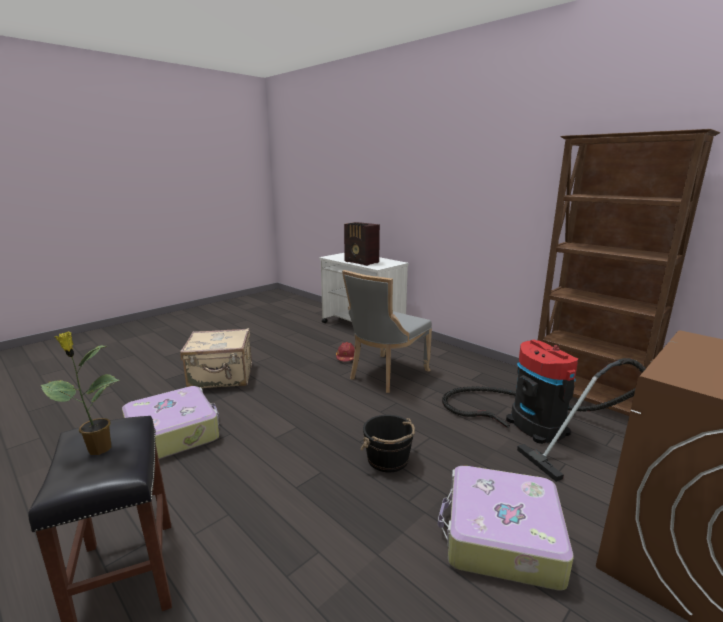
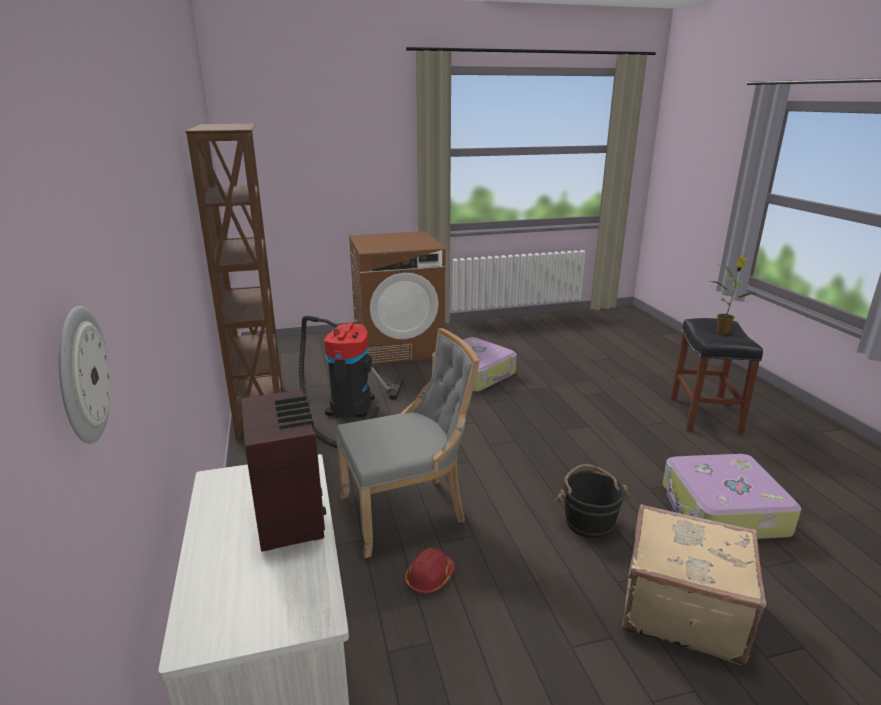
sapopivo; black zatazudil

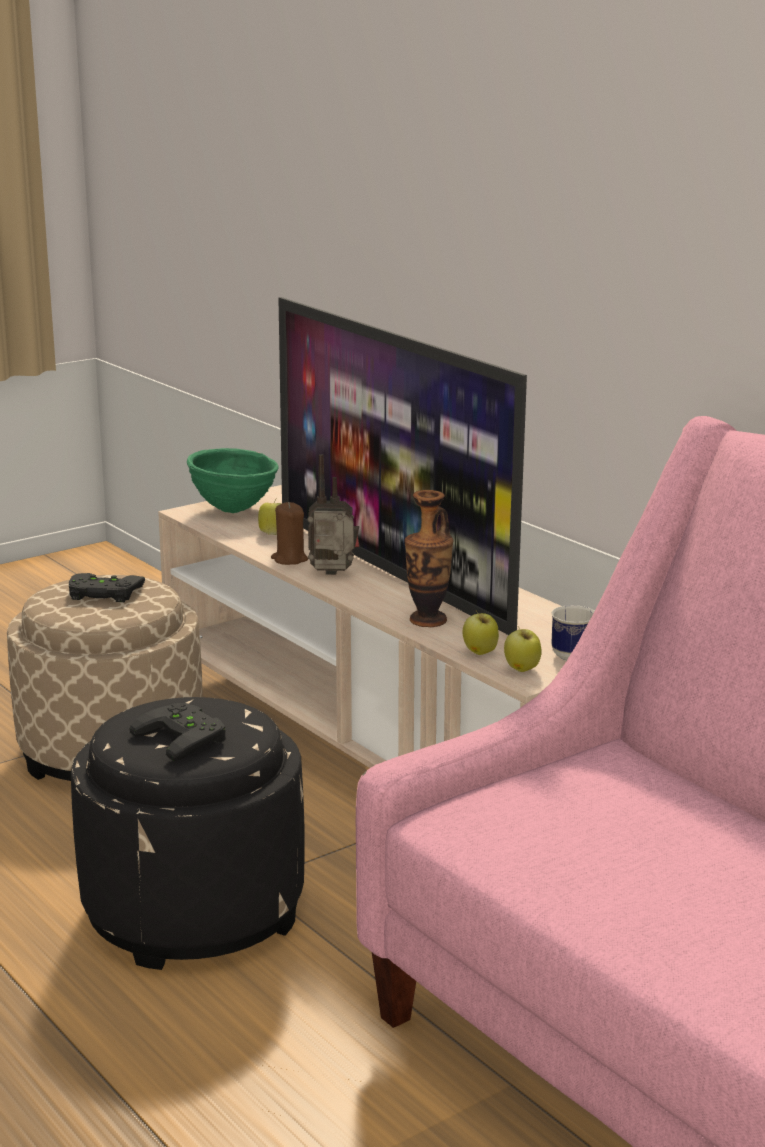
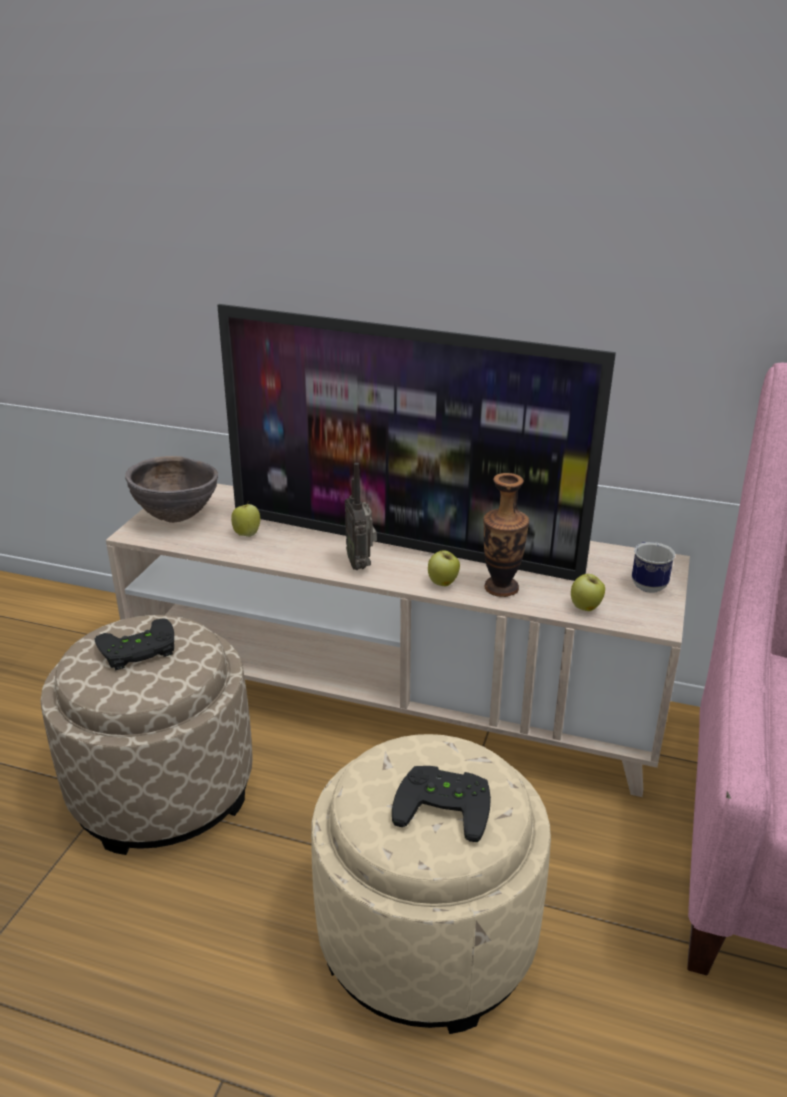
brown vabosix; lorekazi (no. 2 from left); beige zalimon (no. 2 from left); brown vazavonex; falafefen

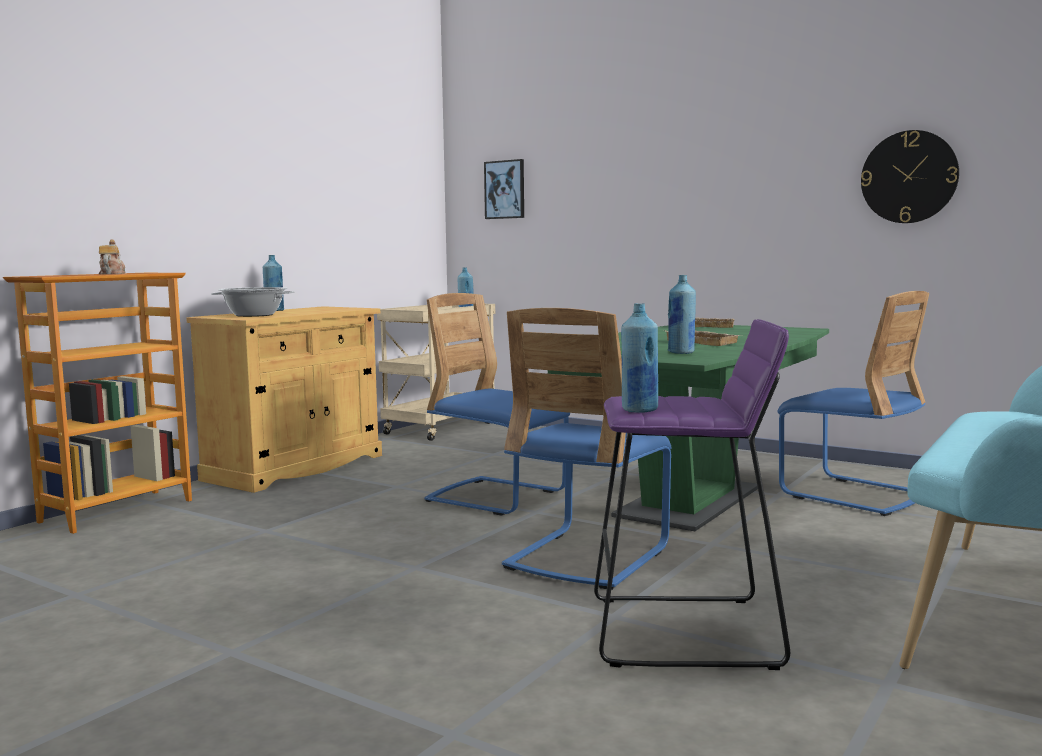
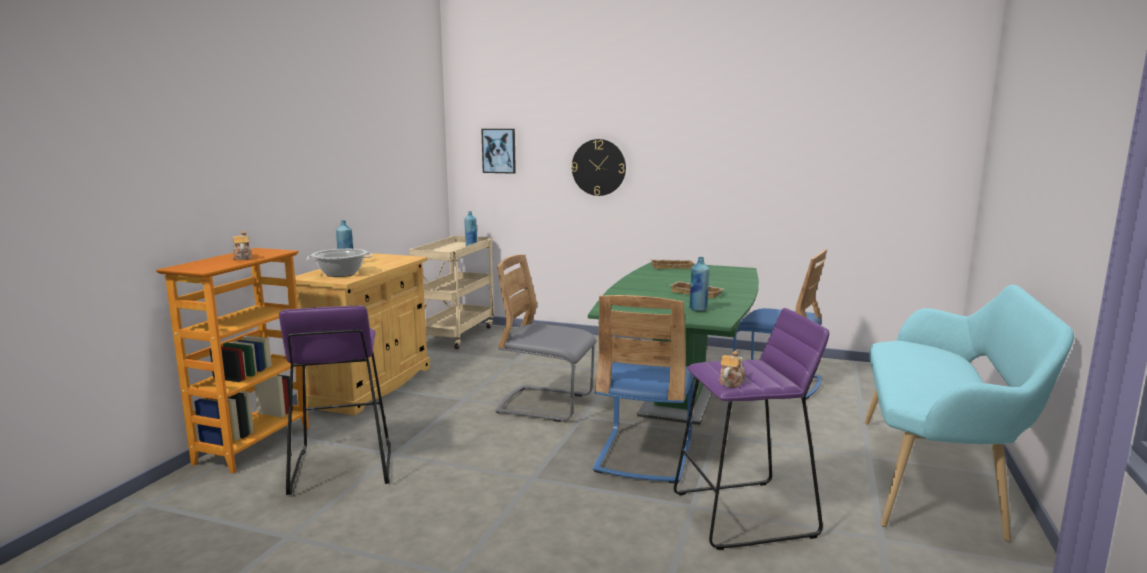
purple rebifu (no. 1 from left); sapopivo; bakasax (no. 2 from left); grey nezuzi

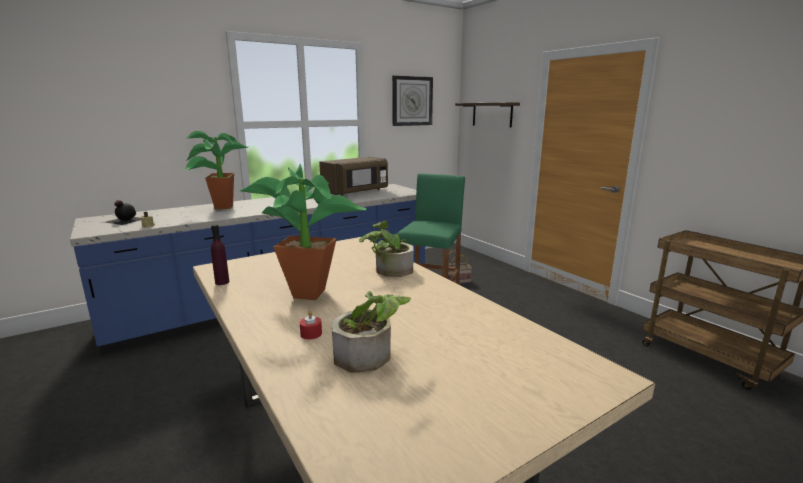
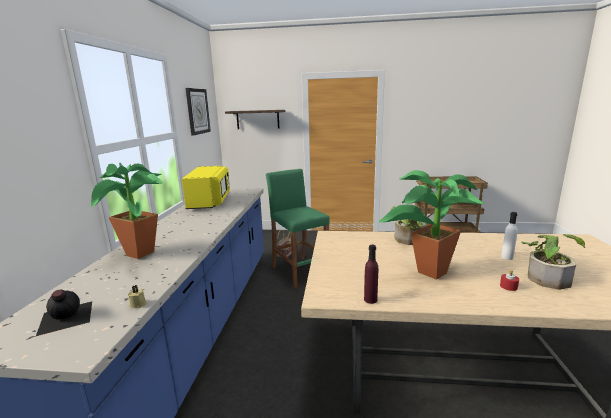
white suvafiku; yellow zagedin

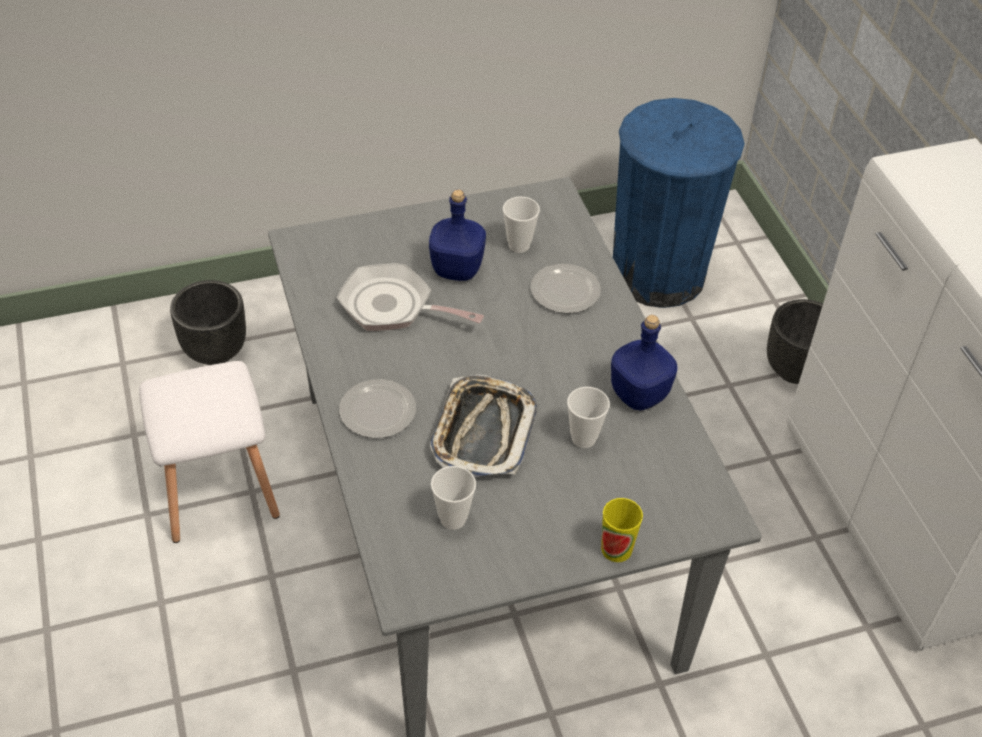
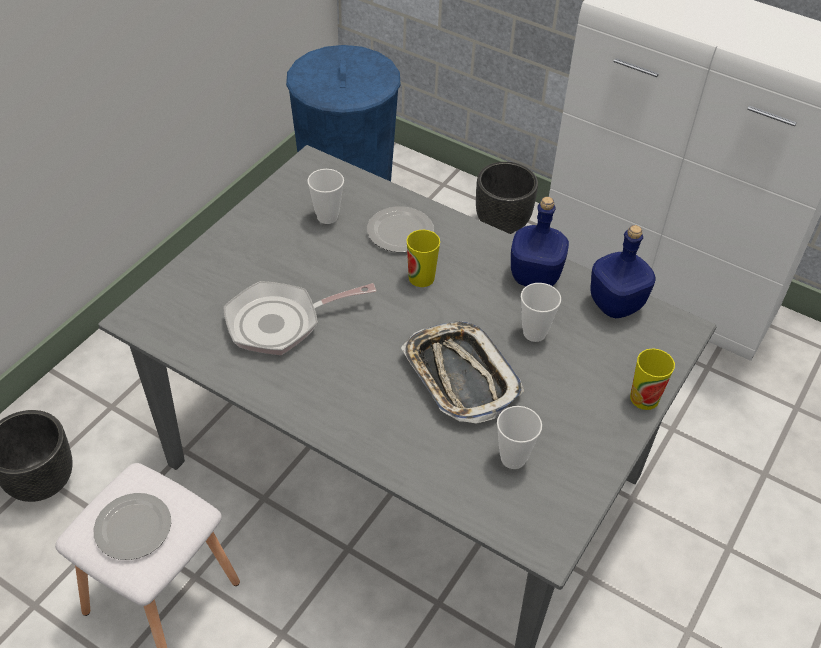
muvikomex (no. 2 from left); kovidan (no. 1 from left); blue suvafiku (no. 2 from left)

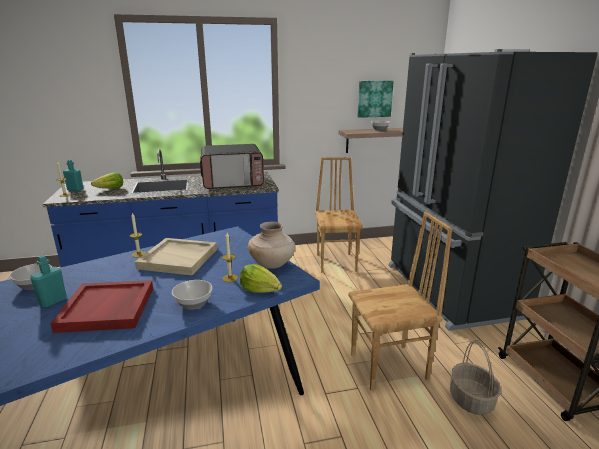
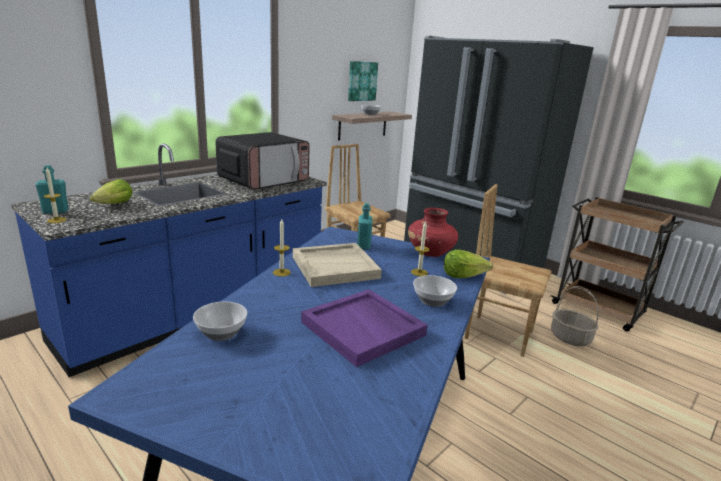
turquoise suvafiku (no. 2 from left); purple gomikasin; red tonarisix; brown nezuzi (no. 2 from left)

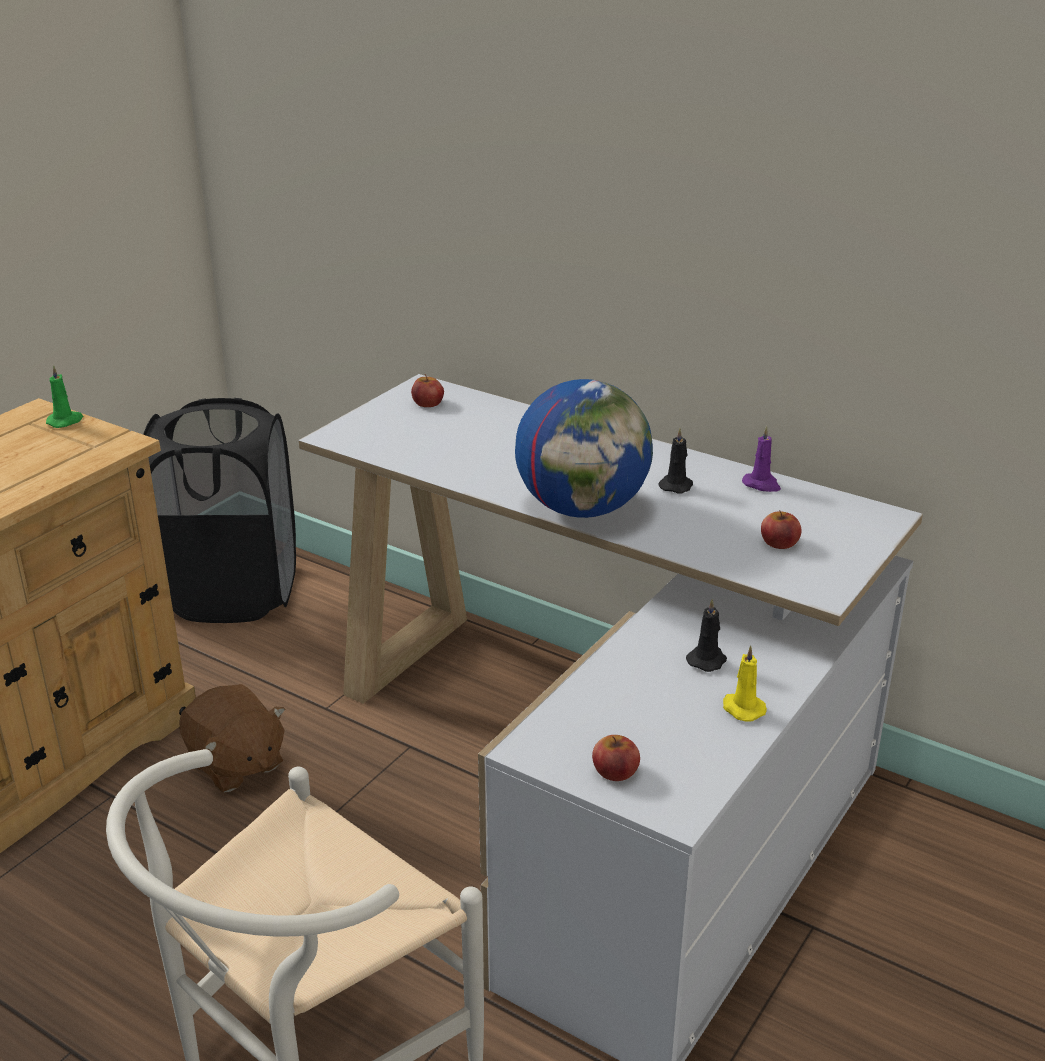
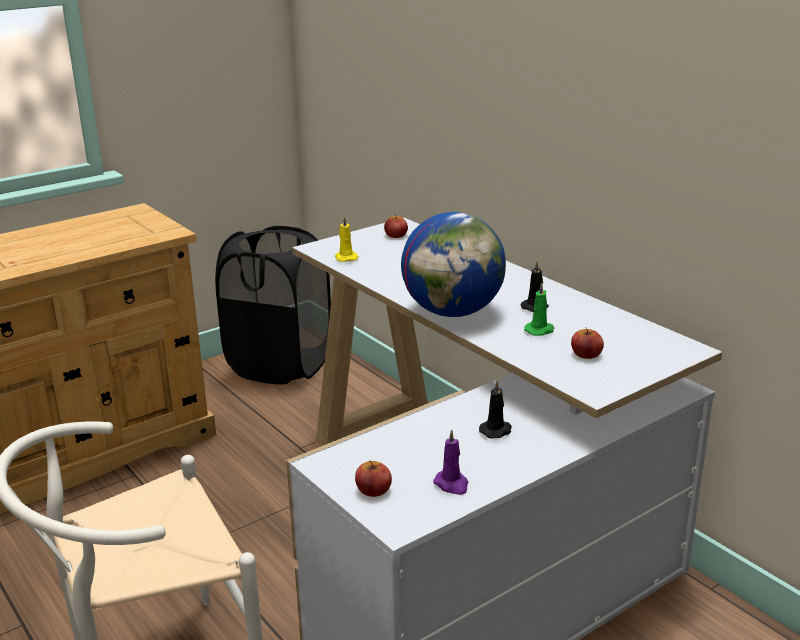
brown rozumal; green vabosix; yellow vabosix; purple vabosix

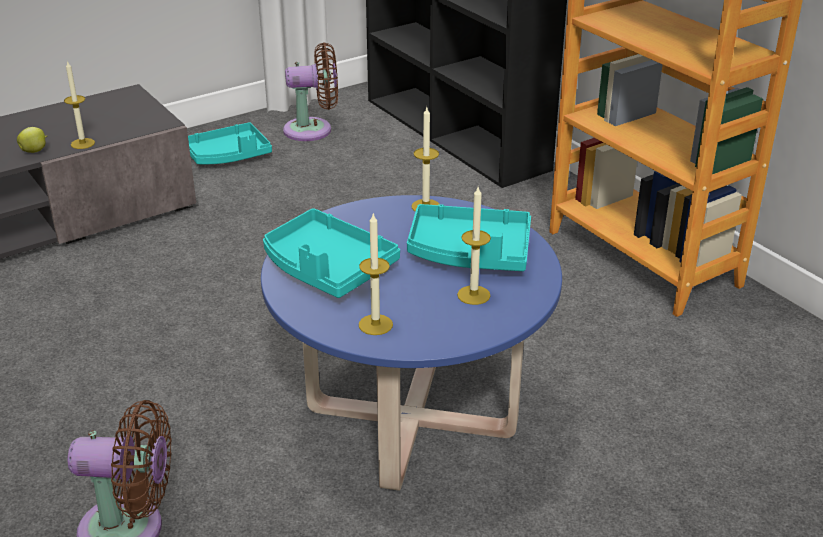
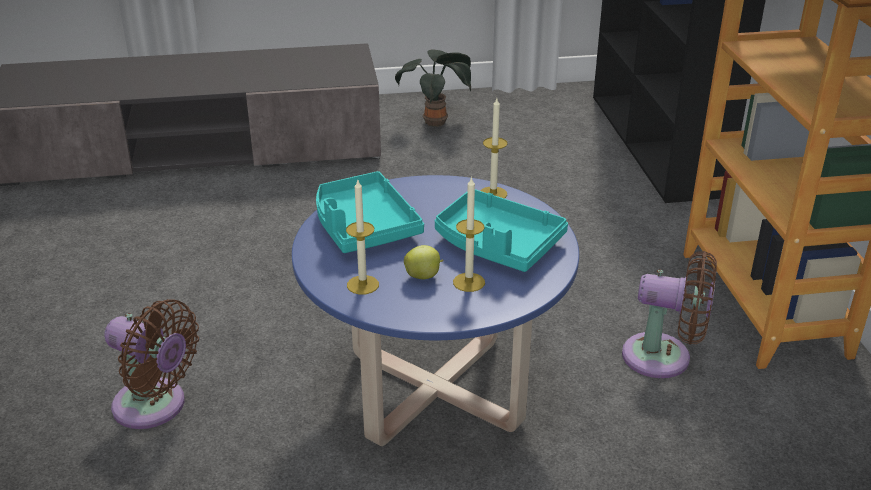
vabosix (no. 1 from left in the first image); lorekazi; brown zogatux (no. 2 from left); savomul

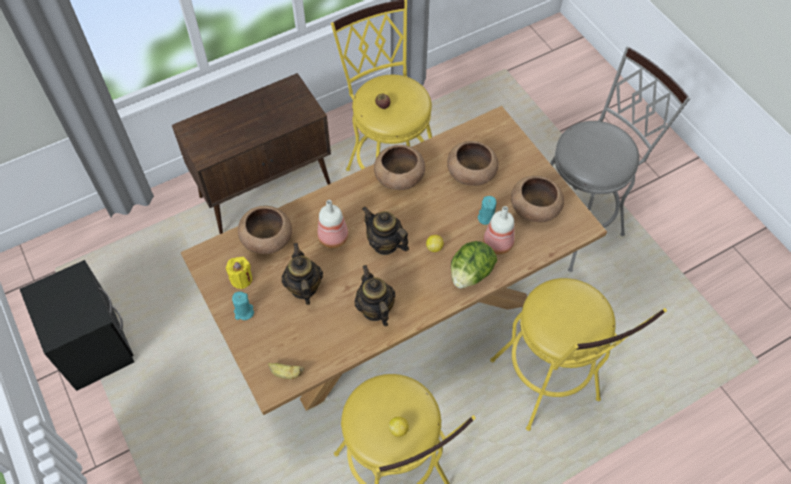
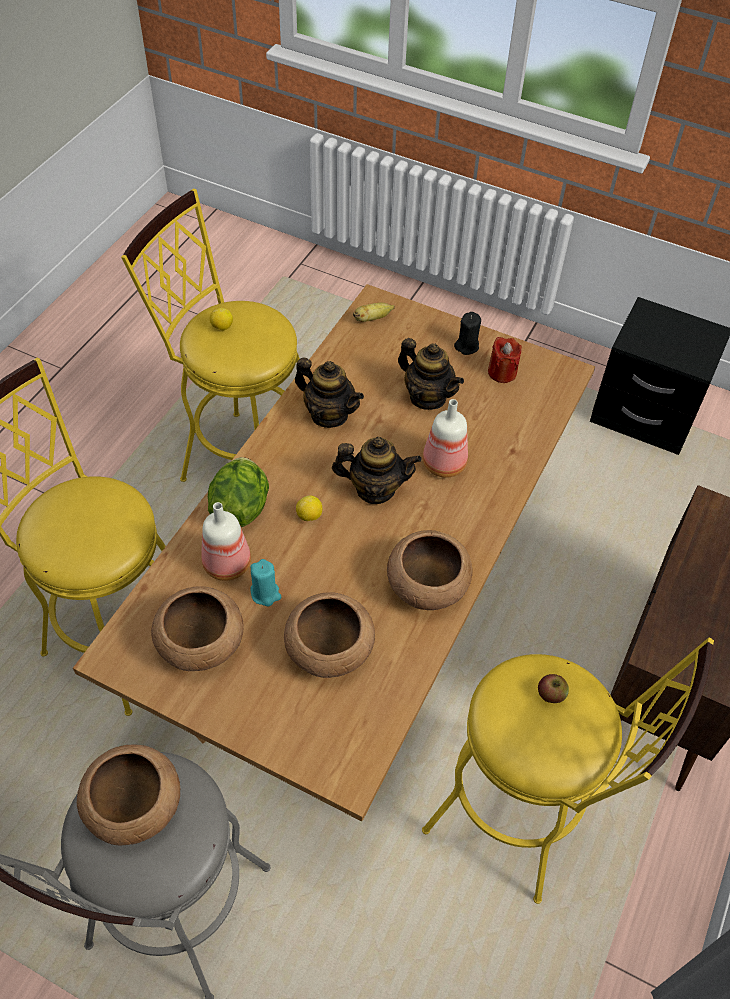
brown vazavonex (no. 1 from left); red vabosix; black vabosix

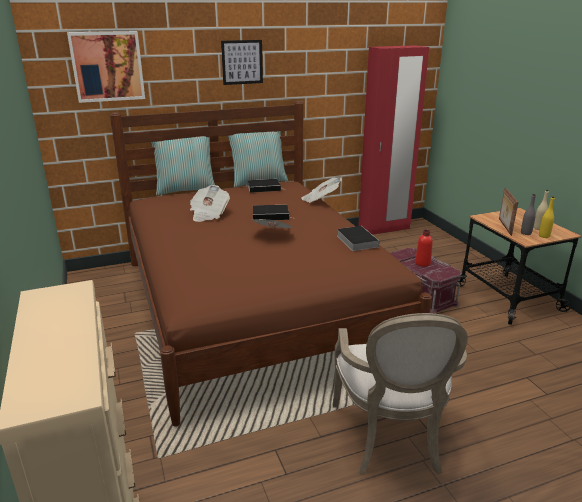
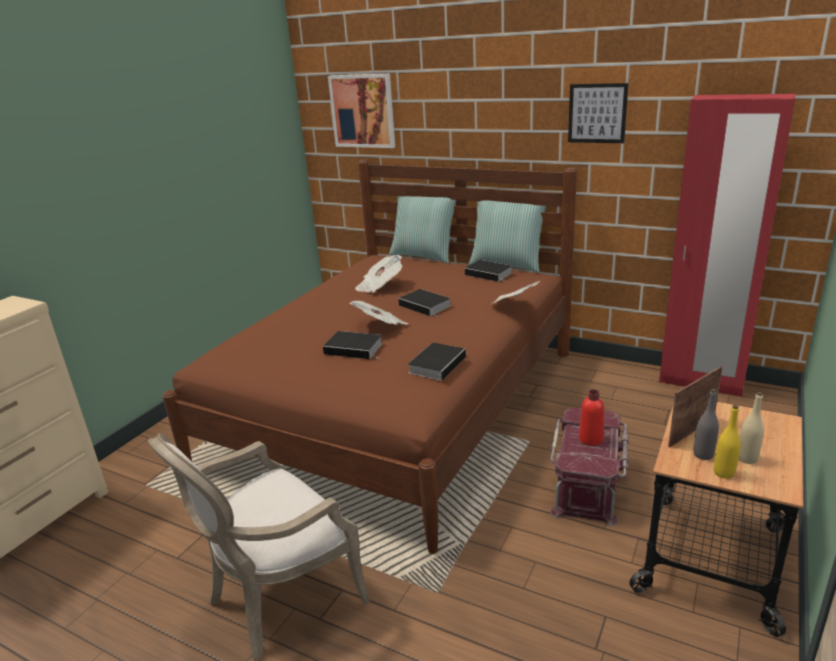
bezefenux (no. 1 from left); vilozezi (no. 2 from left)

